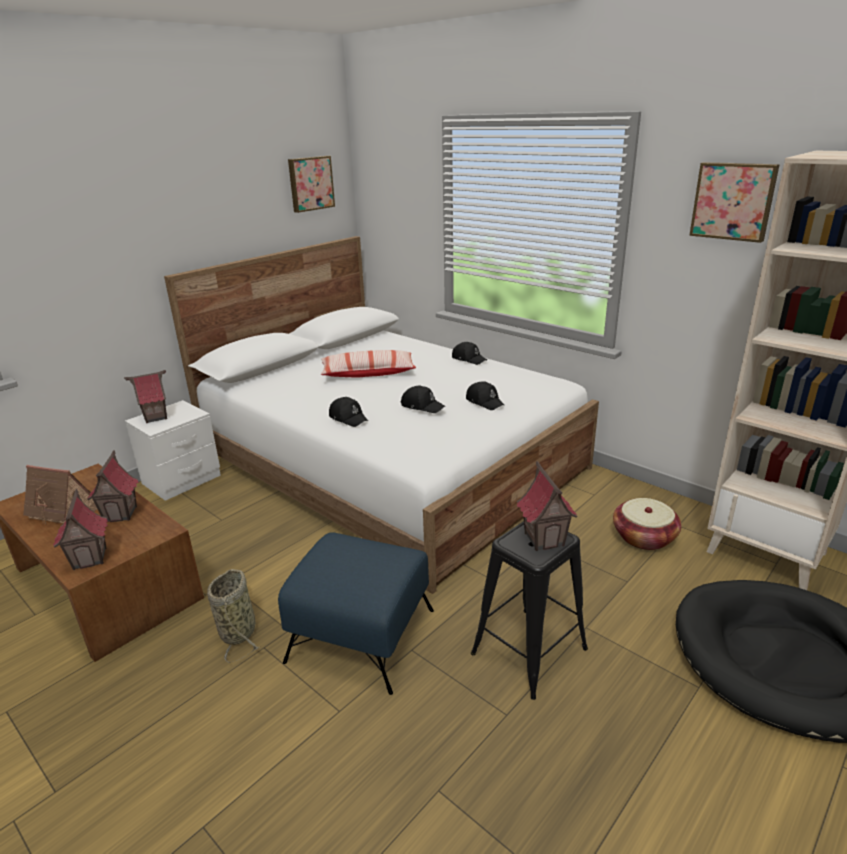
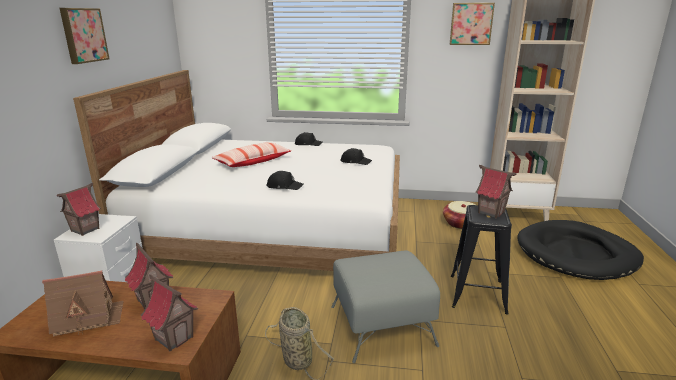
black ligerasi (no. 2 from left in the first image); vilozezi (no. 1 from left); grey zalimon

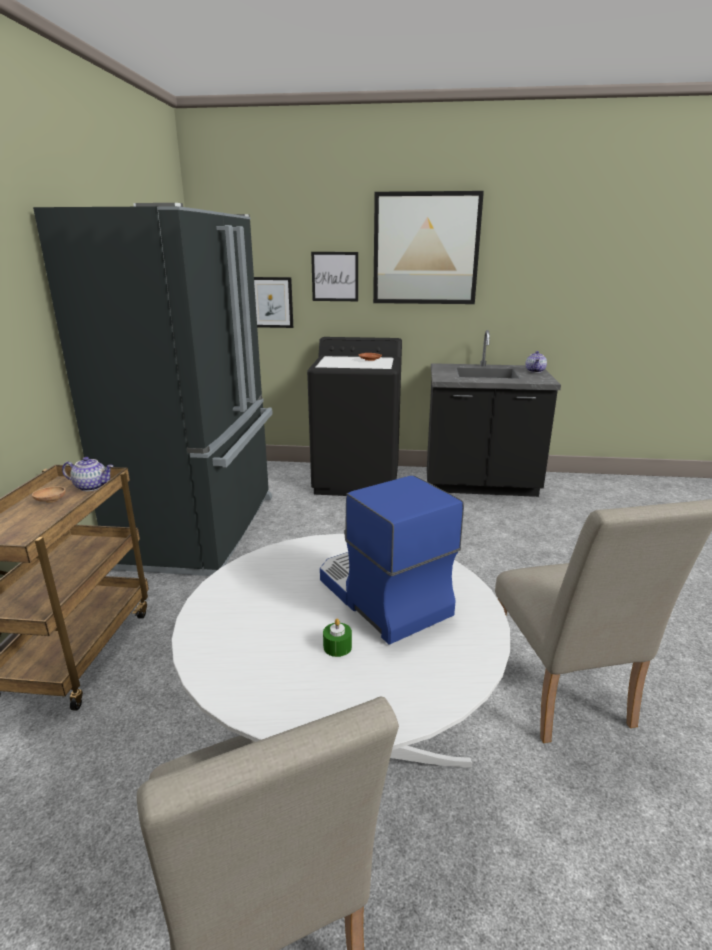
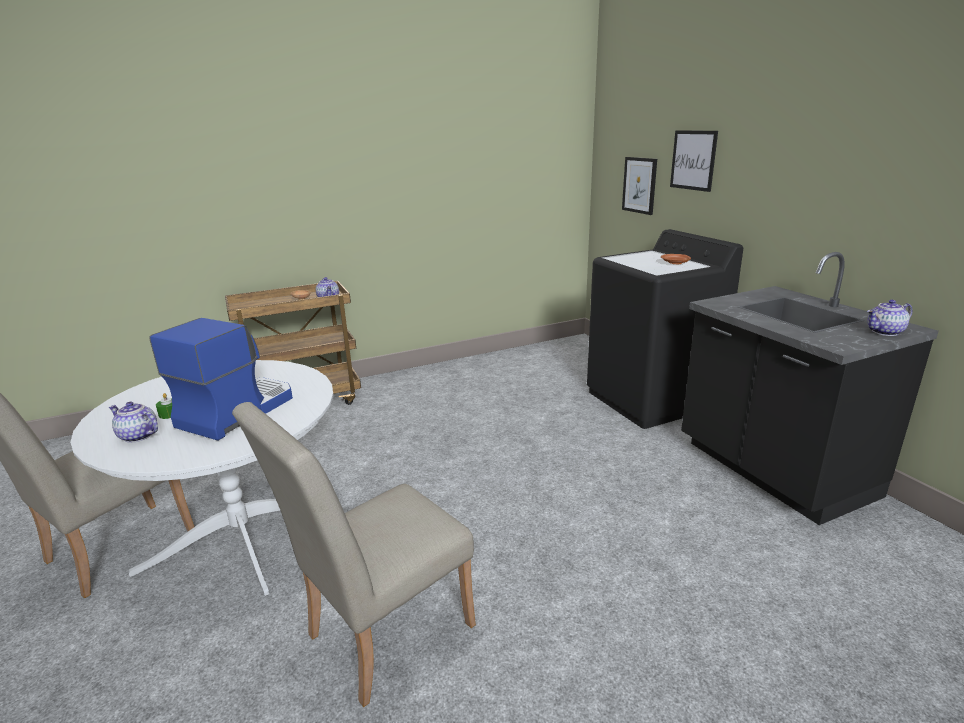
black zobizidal; vilozezi (no. 3 from left in the first image); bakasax (no. 1 from left)

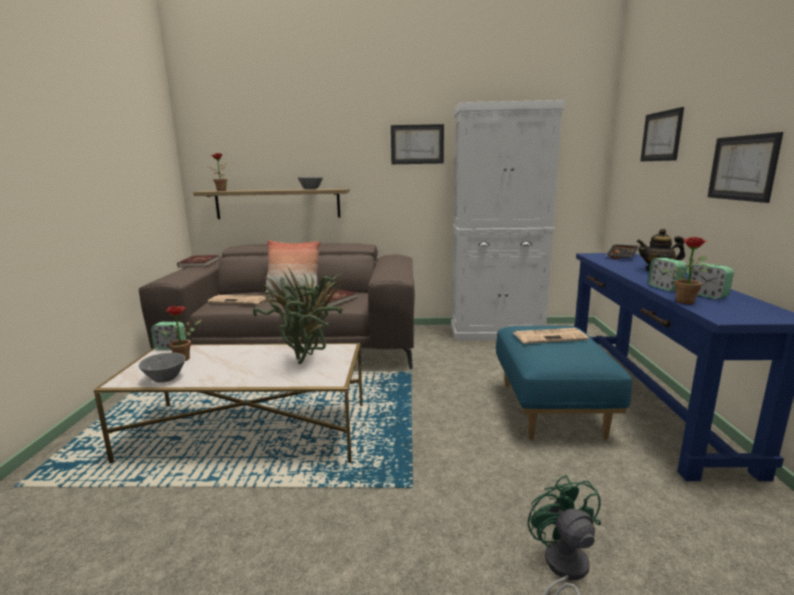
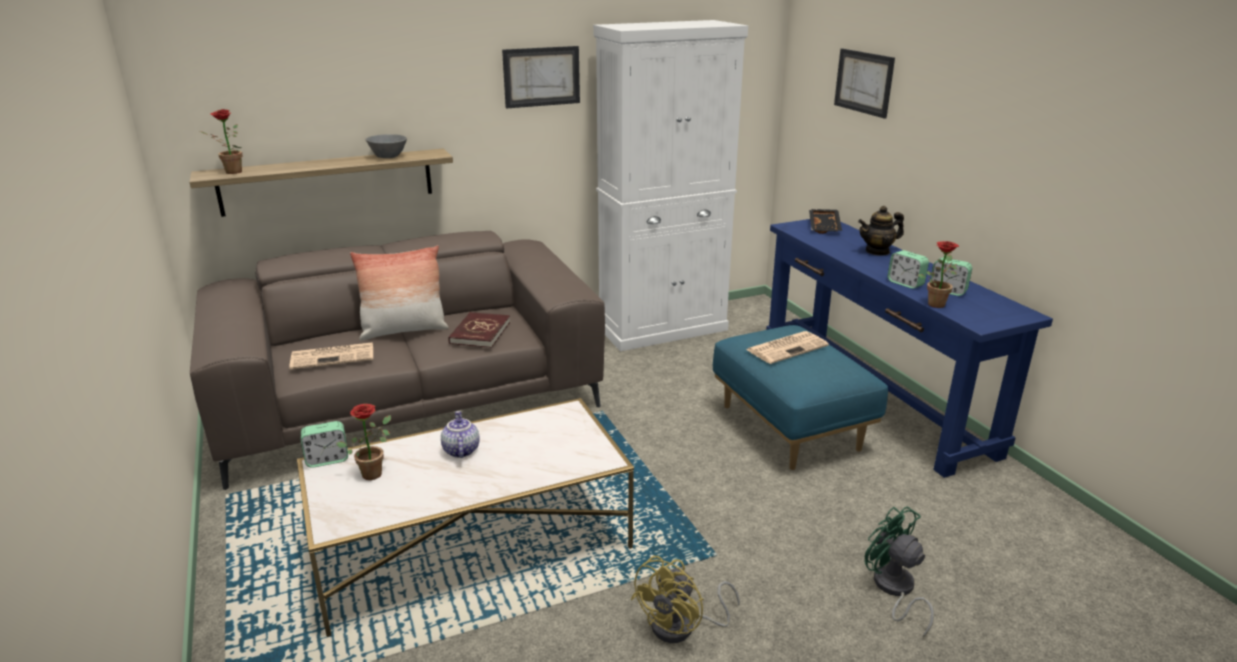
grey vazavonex (no. 1 from left in the first image); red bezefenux (no. 1 from left in the first image); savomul (no. 3 from left in the first image); vilozezi (no. 3 from left in the first image); bakasax (no. 1 from left); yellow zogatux

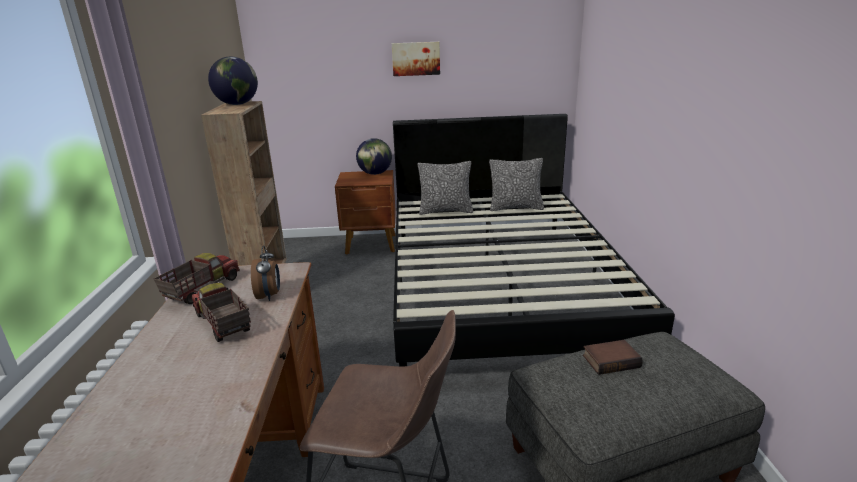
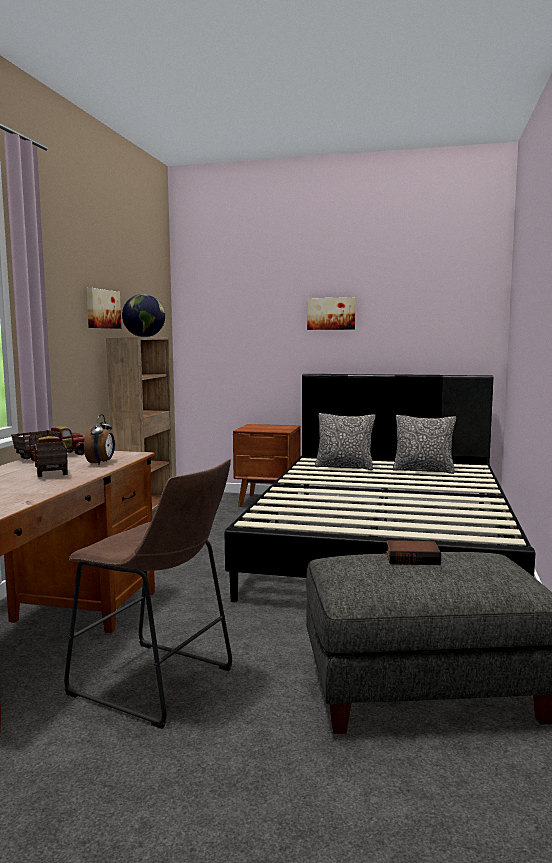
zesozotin (no. 2 from left in the first image); vilozezi (no. 1 from left)

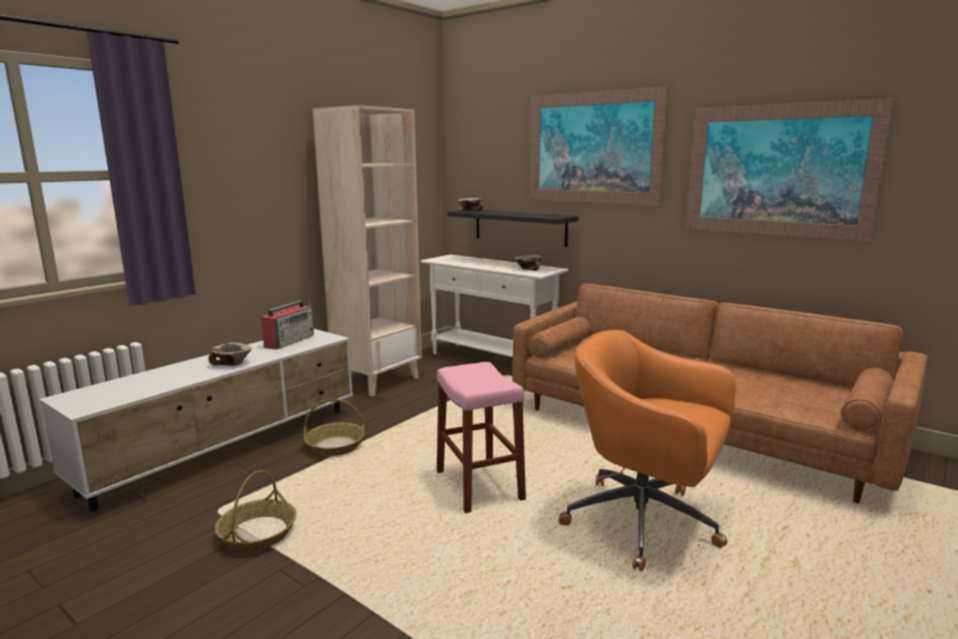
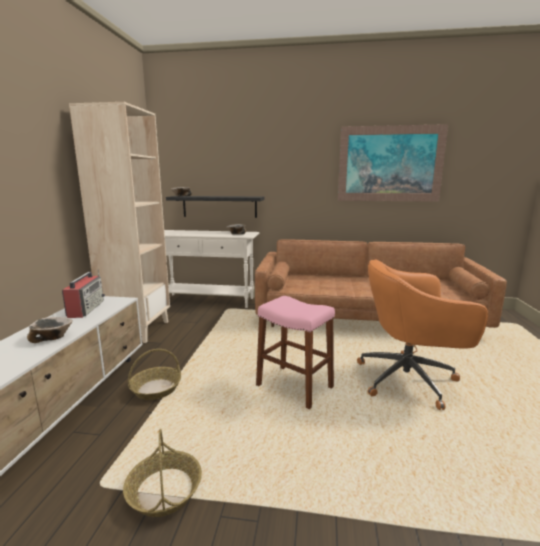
vilozezi (no. 1 from left in the first image)

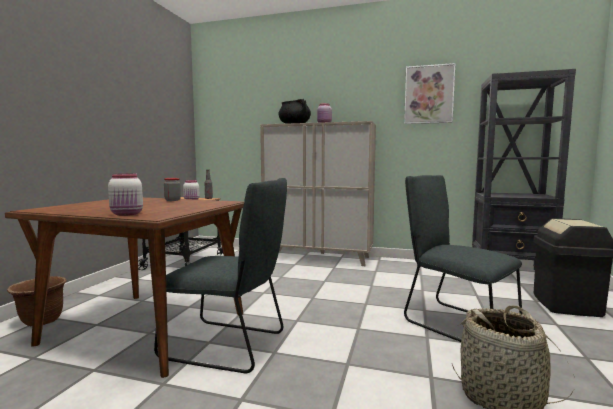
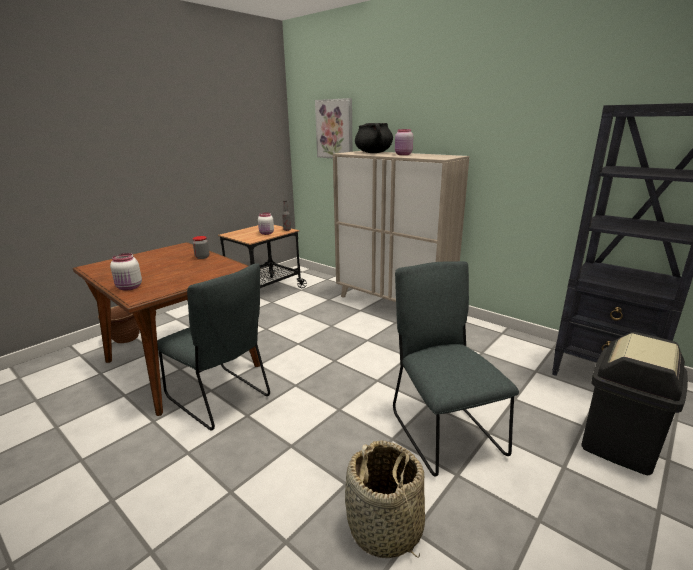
vilozezi

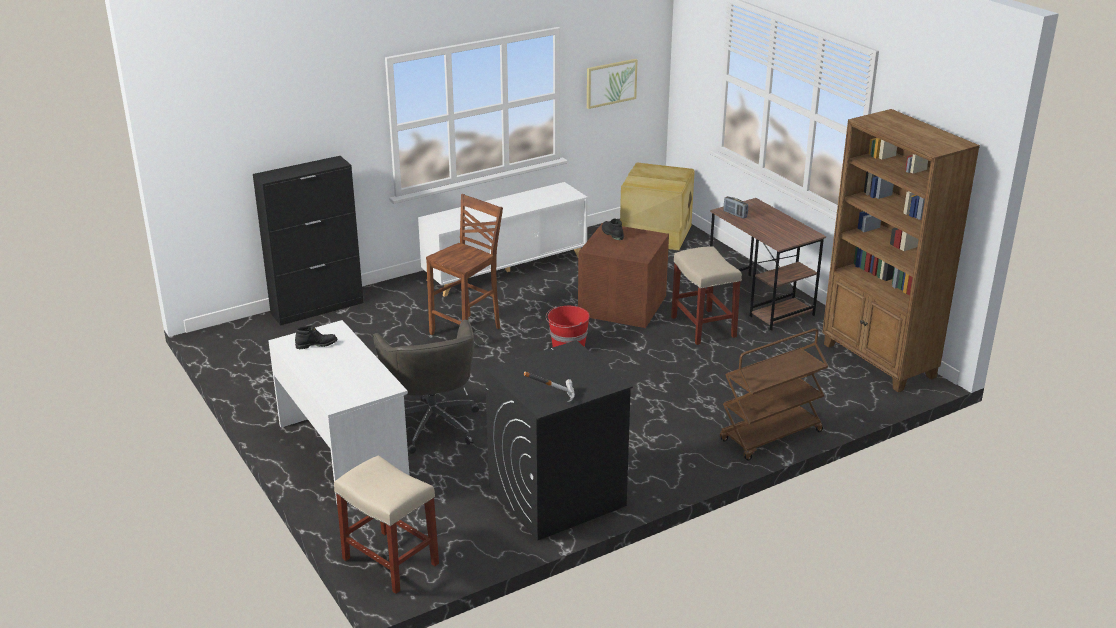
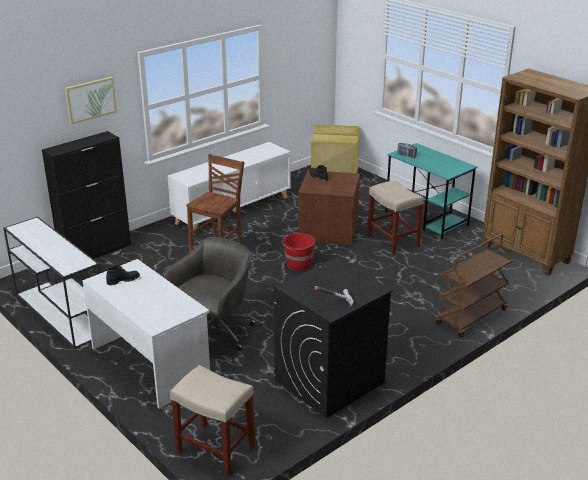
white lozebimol; vilozezi; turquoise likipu; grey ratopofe

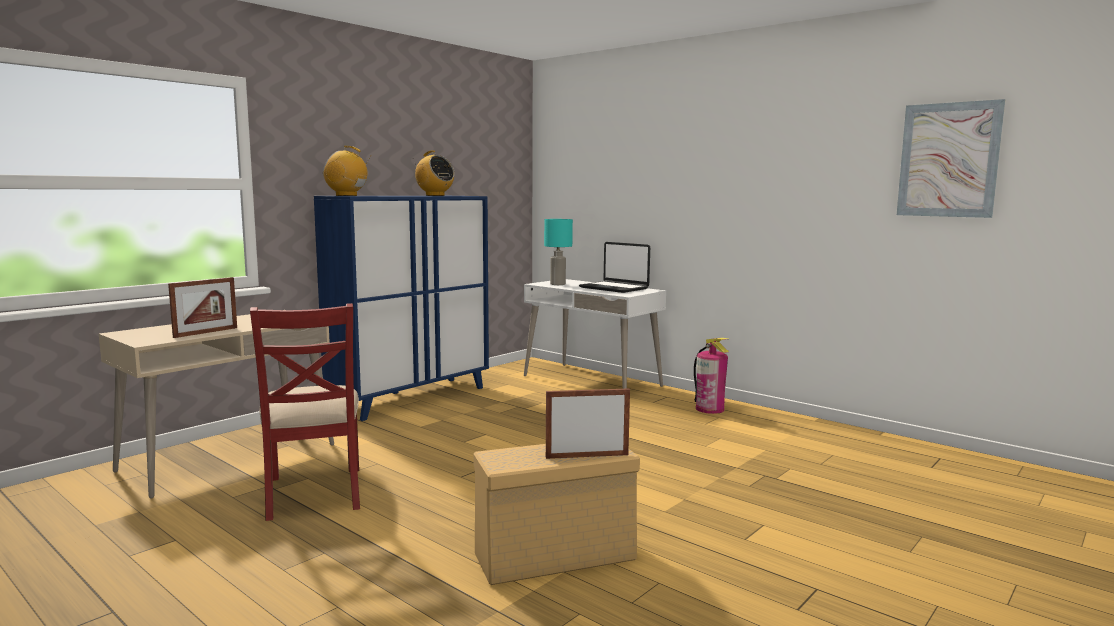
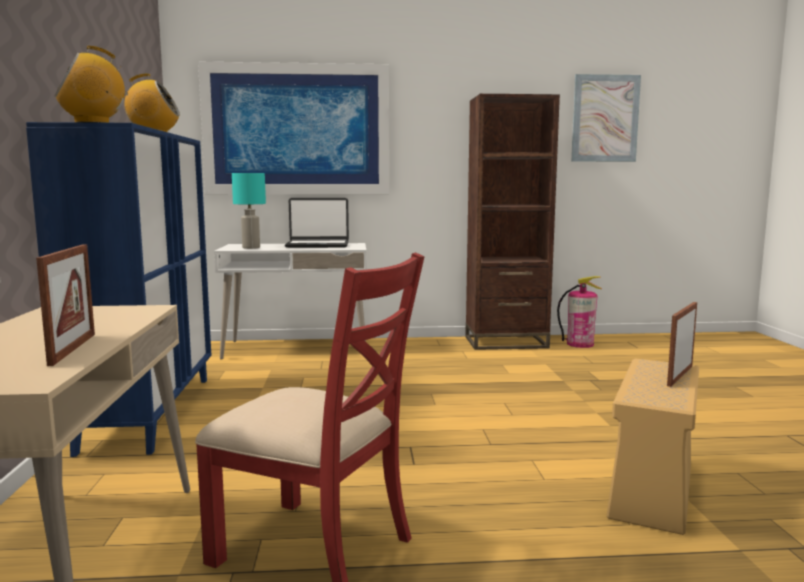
vilozezi (no. 1 from left); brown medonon; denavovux

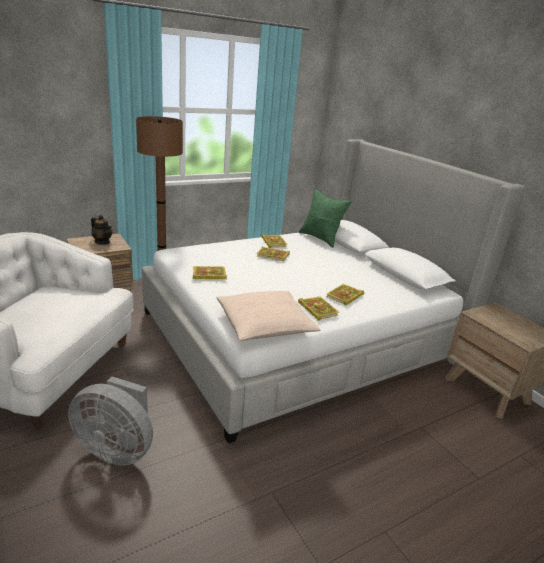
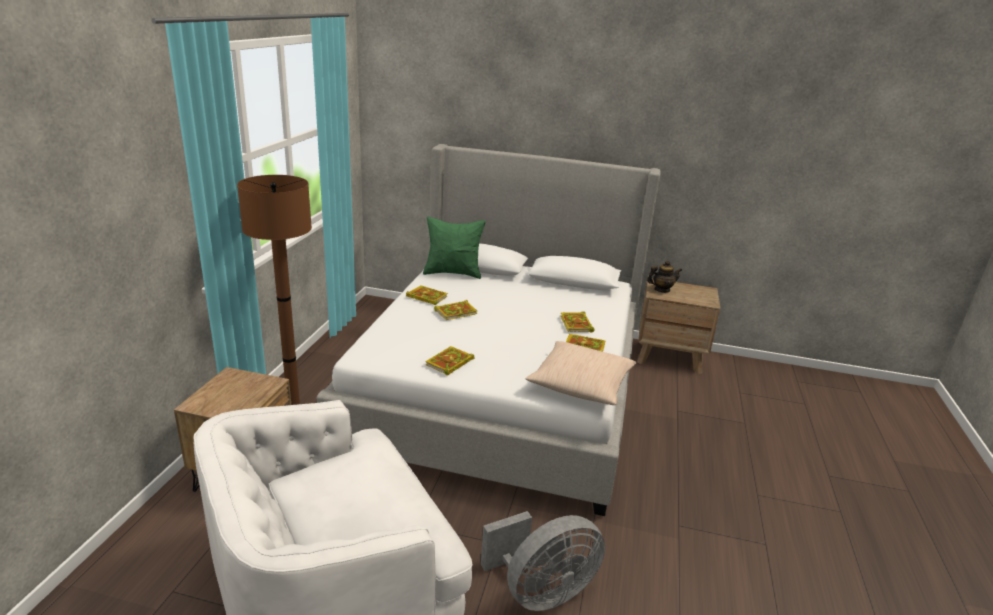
bakasax

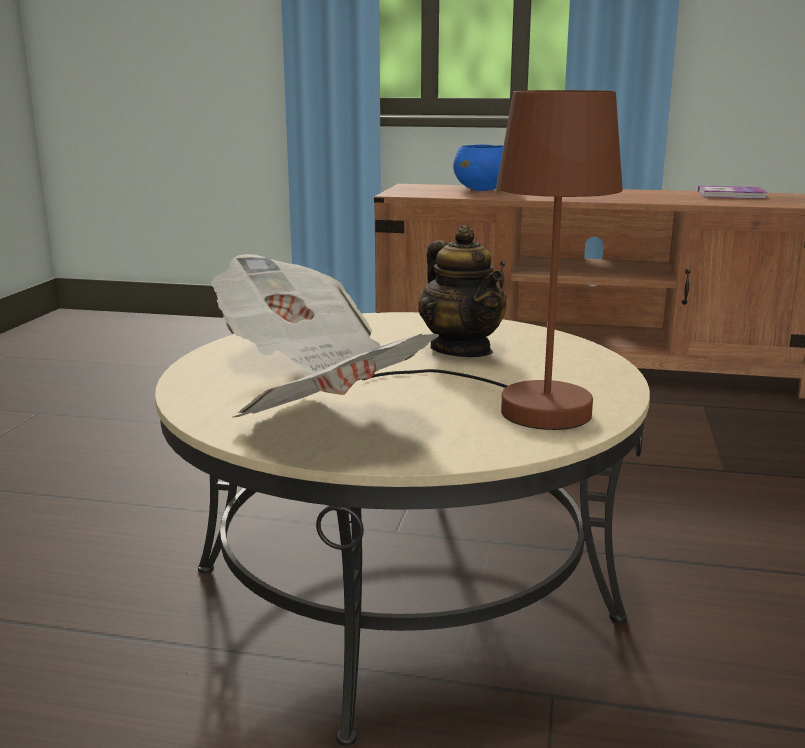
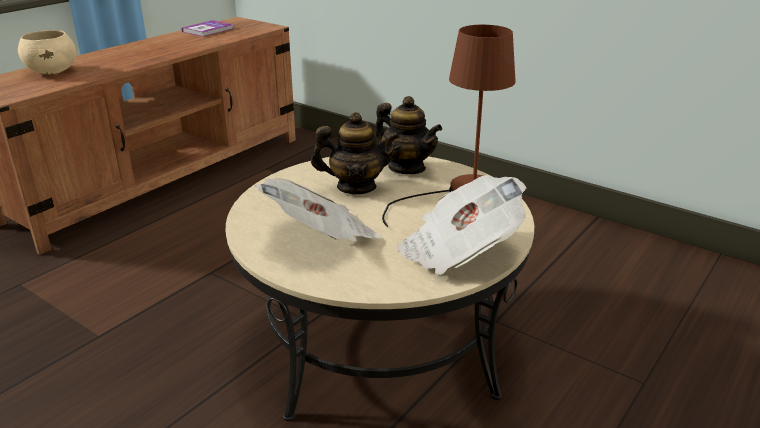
bakasax (no. 2 from left); beige vazavonex

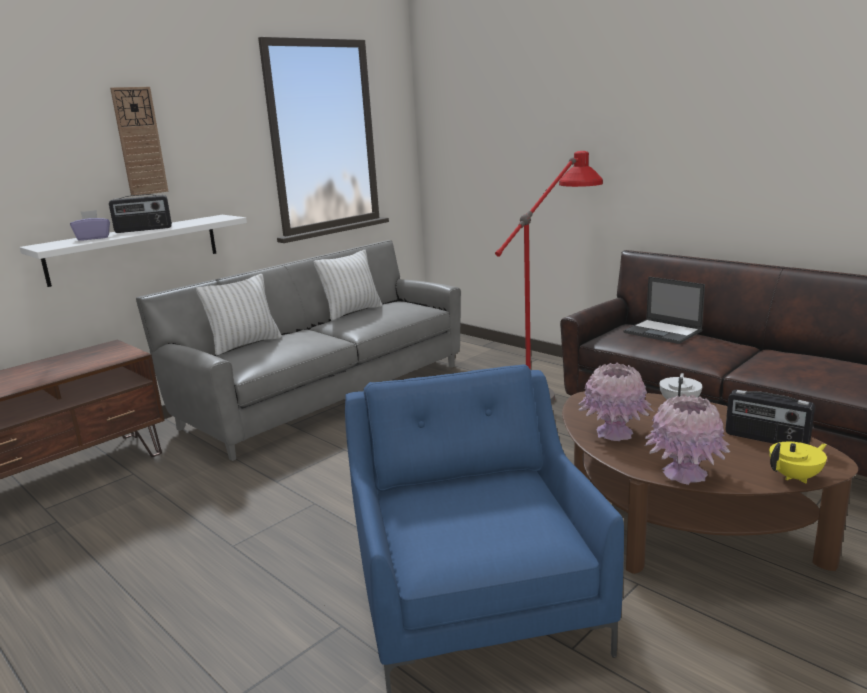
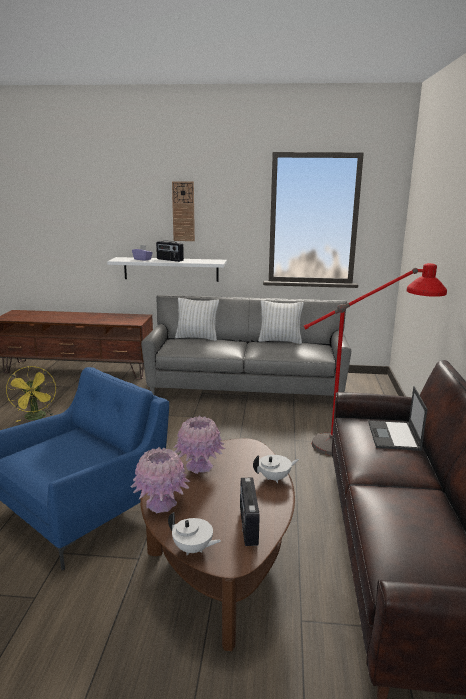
yellow zogatux; white bakasax (no. 1 from left)

